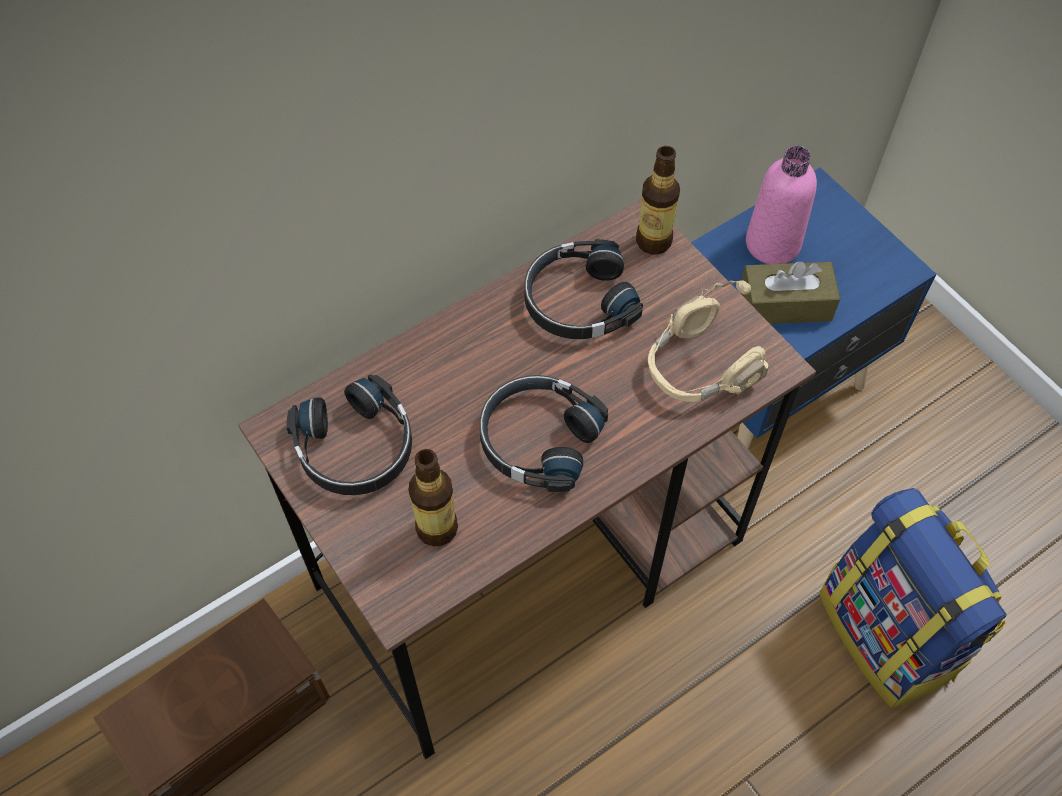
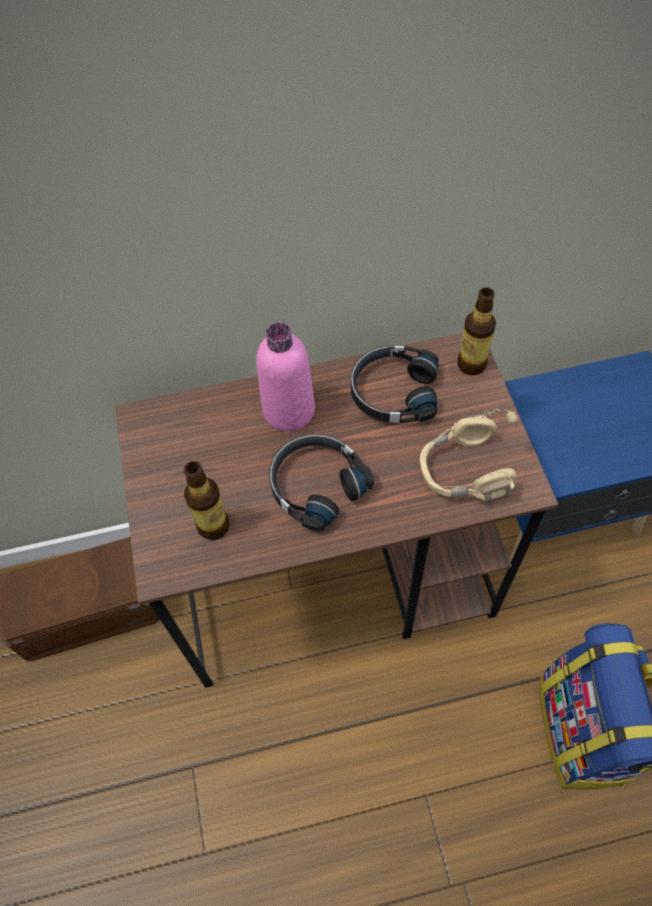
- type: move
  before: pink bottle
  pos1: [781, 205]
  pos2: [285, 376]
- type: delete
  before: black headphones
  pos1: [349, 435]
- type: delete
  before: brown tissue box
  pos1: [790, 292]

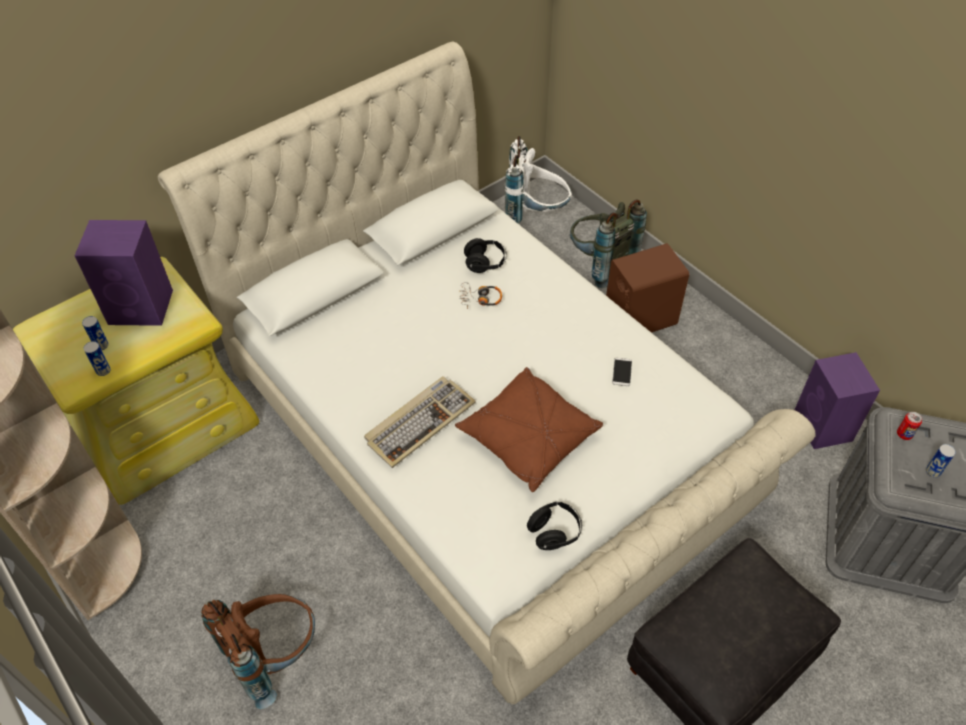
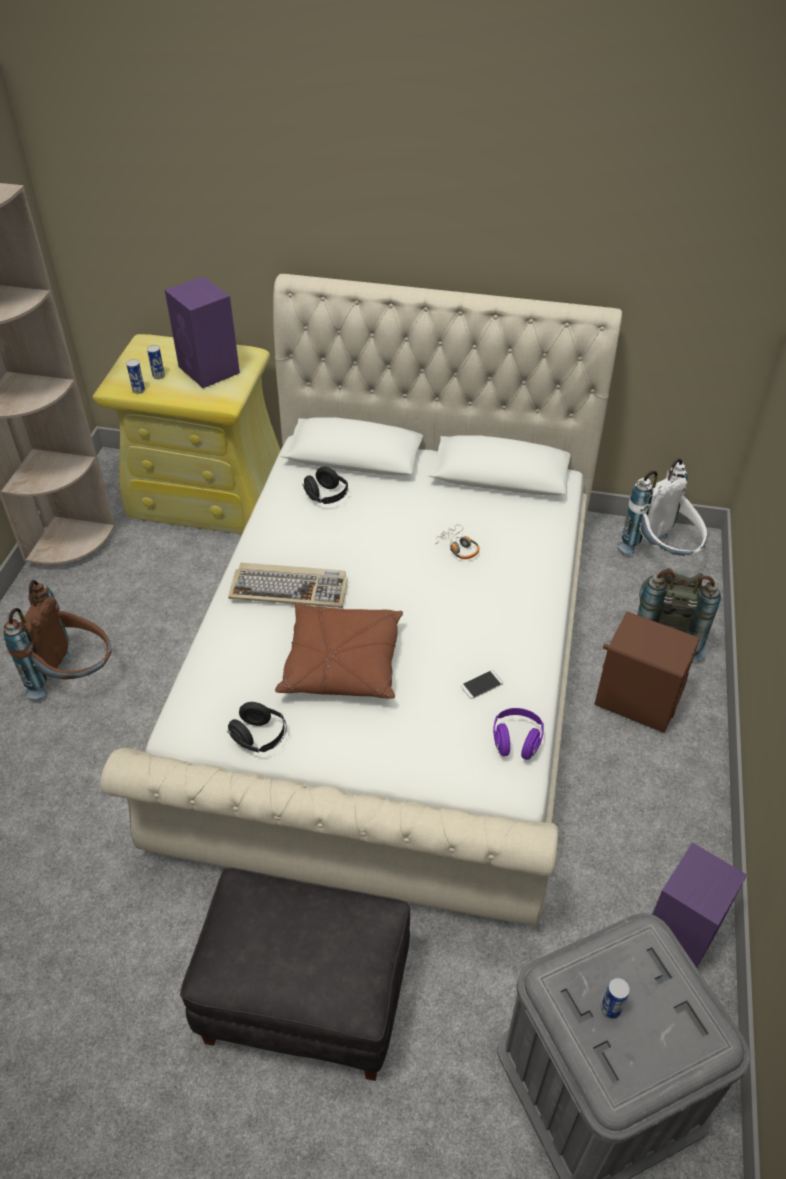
- type: move
  before: black headphones
  pos1: [485, 255]
  pos2: [325, 485]
- type: insert
  after: purple headphones
  pos2: [518, 734]
- type: delete
  before: can
  pos1: [909, 426]

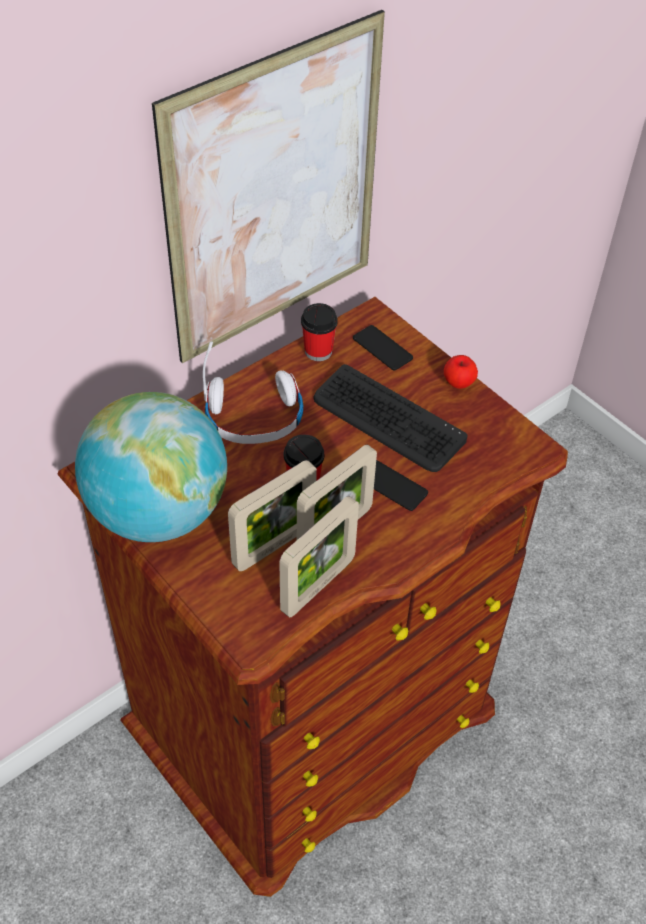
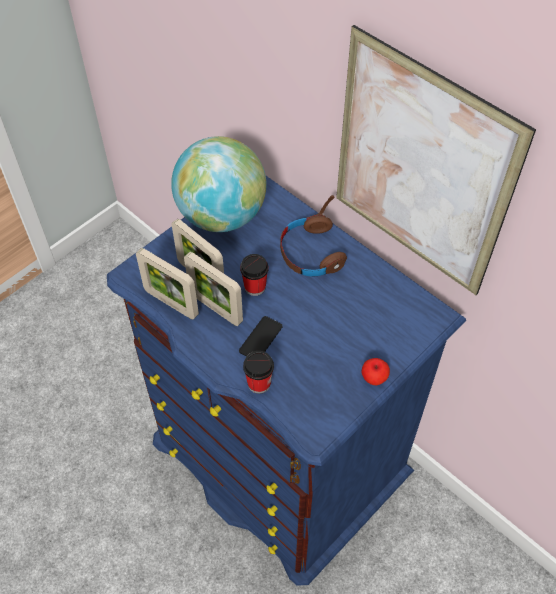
- type: recolor
  before: brown dresser
  after: blue dresser
  pos1: [312, 597]
  pos2: [286, 381]
- type: move
  before: cup
  pos1: [319, 332]
  pos2: [258, 372]
- type: recolor
  before: white headphones
  after: brown headphones
  pos1: [253, 392]
  pos2: [313, 236]
- type: delete
  before: keyboard
  pos1: [390, 418]
- type: delete
  before: phone
  pos1: [383, 348]

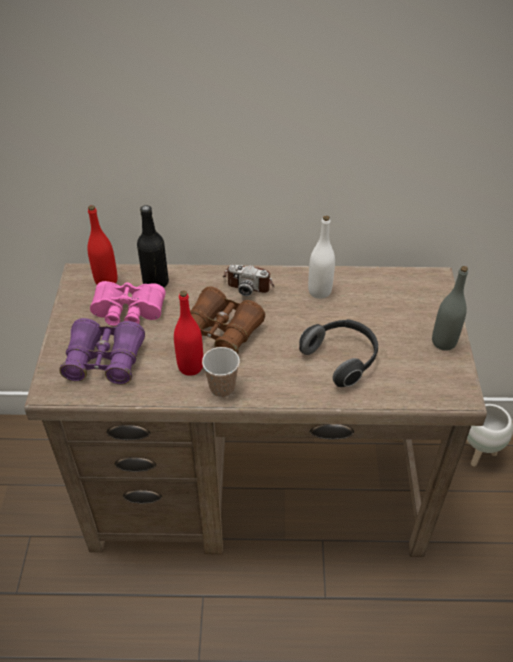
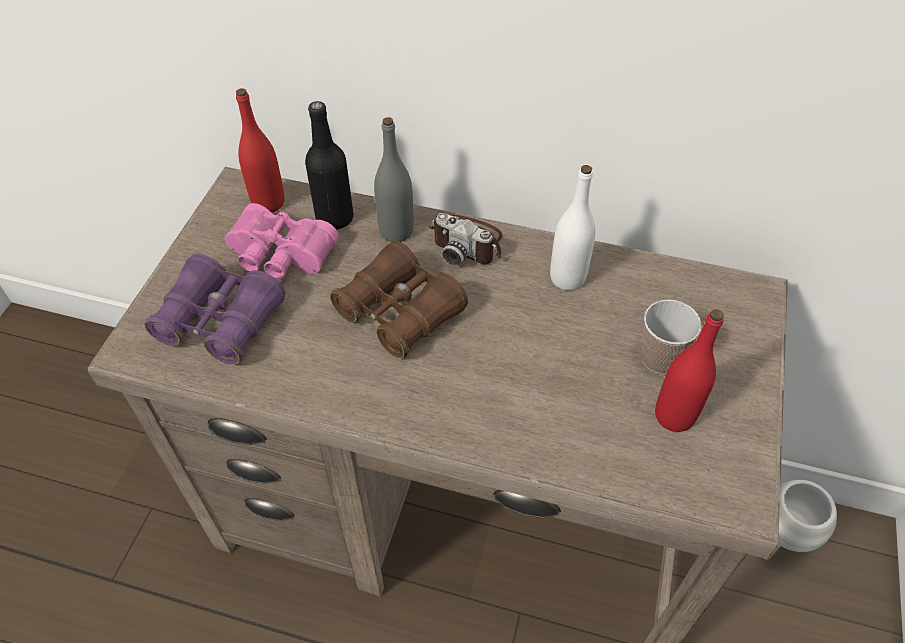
- type: move
  before: grey bottle
  pos1: [450, 308]
  pos2: [394, 179]
- type: move
  before: cup
  pos1: [221, 372]
  pos2: [671, 336]
- type: move
  before: red bottle
  pos1: [188, 333]
  pos2: [689, 370]
- type: delete
  before: headphones
  pos1: [338, 353]

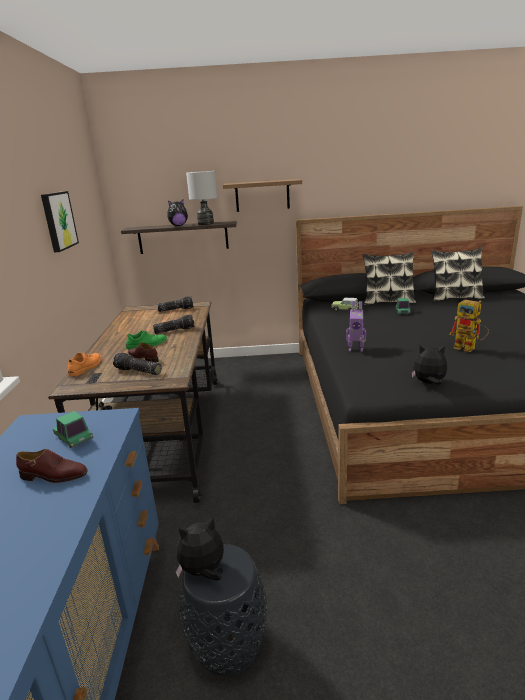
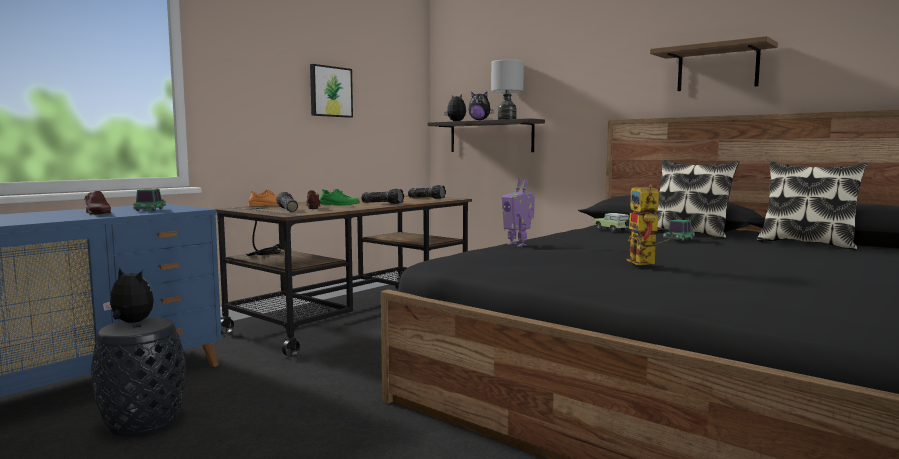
- type: move
  before: plush toy
  pos1: [429, 365]
  pos2: [455, 107]
- type: move
  before: shelf
  pos1: [262, 195]
  pos2: [714, 63]

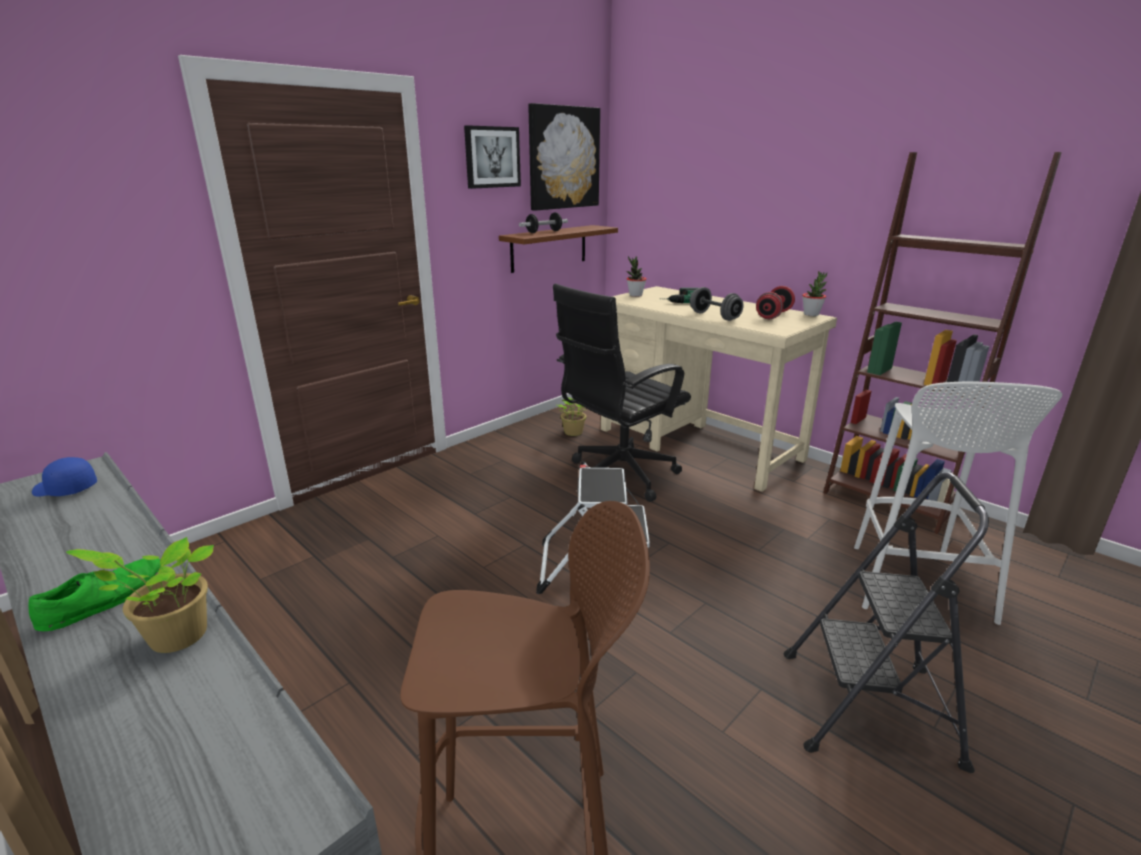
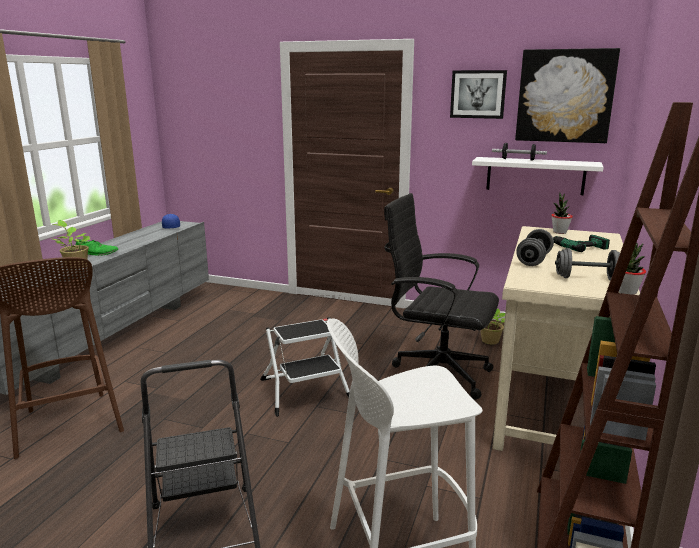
- type: recolor
  before: brown shelf
  after: white shelf
  pos1: [558, 249]
  pos2: [537, 176]
- type: recolor
  before: red dumbbell
  after: grey dumbbell
  pos1: [775, 302]
  pos2: [587, 264]

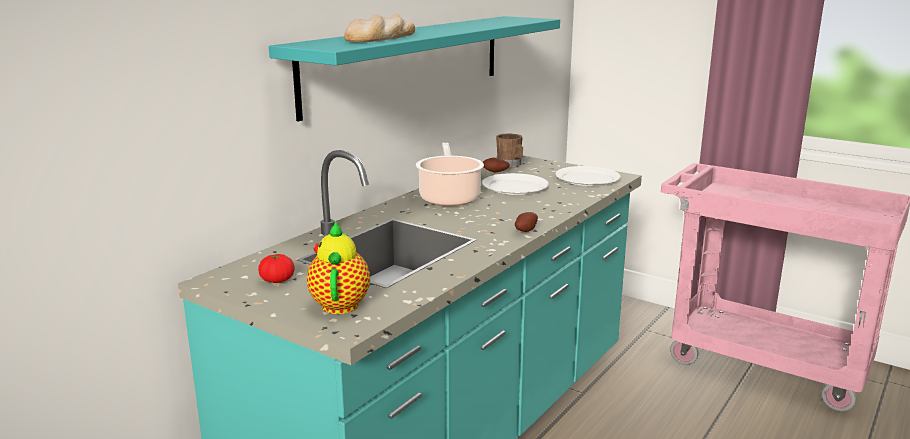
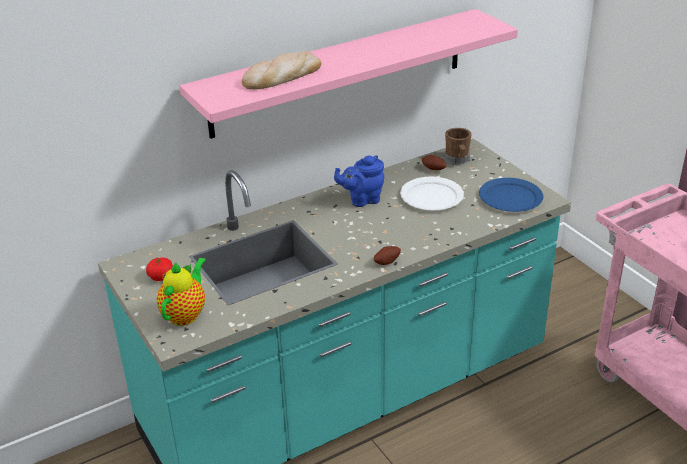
- type: recolor
  before: turquoise shelf
  after: pink shelf
  pos1: [414, 68]
  pos2: [348, 74]
- type: replace
  before: cooking pot
  after: blue teapot
  pos1: [450, 174]
  pos2: [359, 181]
- type: recolor
  before: white plate
  after: blue plate
  pos1: [588, 176]
  pos2: [511, 195]

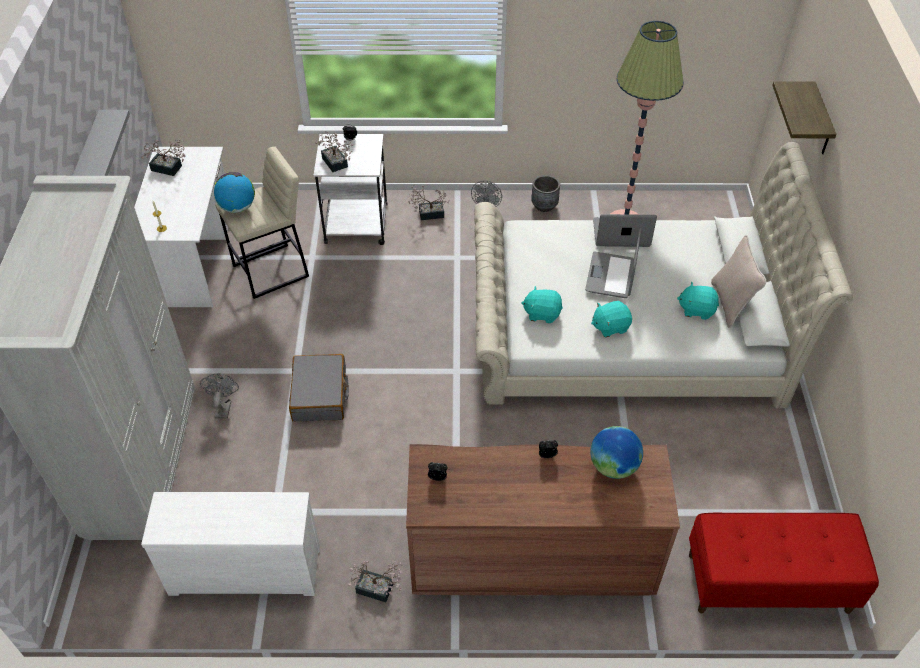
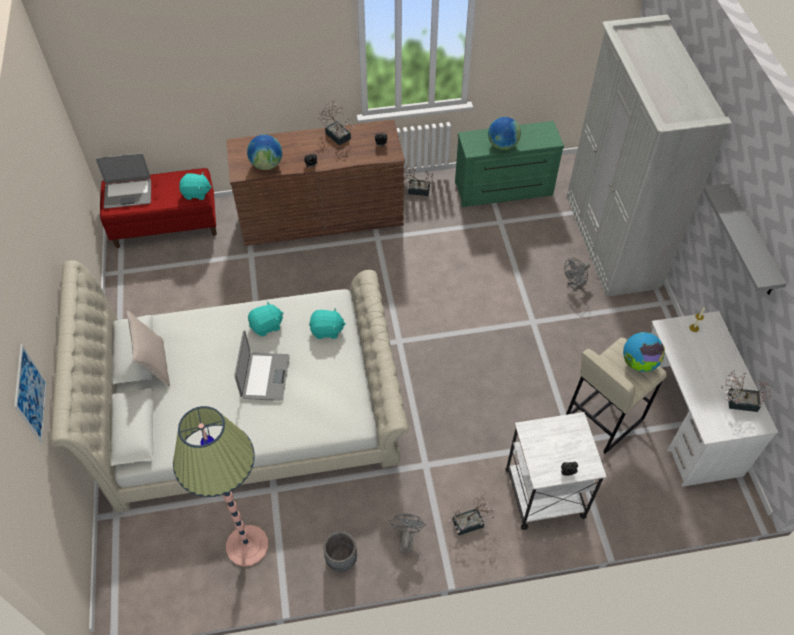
- type: replace
  before: shelf
  after: picture
  pos1: [804, 117]
  pos2: [30, 393]
- type: move
  before: laptop
  pos1: [625, 230]
  pos2: [123, 181]
- type: move
  before: turquoise plush toy
  pos1: [698, 301]
  pos2: [195, 186]
- type: move
  before: potted plant
  pos1: [334, 151]
  pos2: [336, 123]
- type: recolor
  before: white dresser
  after: green dresser
  pos1: [230, 544]
  pos2: [509, 164]
- type: insert
  after: globe
  pos2: [504, 133]
- type: rotate
  before: grey fan
  pos1: [219, 396]
  pos2: [577, 274]
  turn: 60
- type: delete
  before: grey suitcase
  pos1: [319, 388]

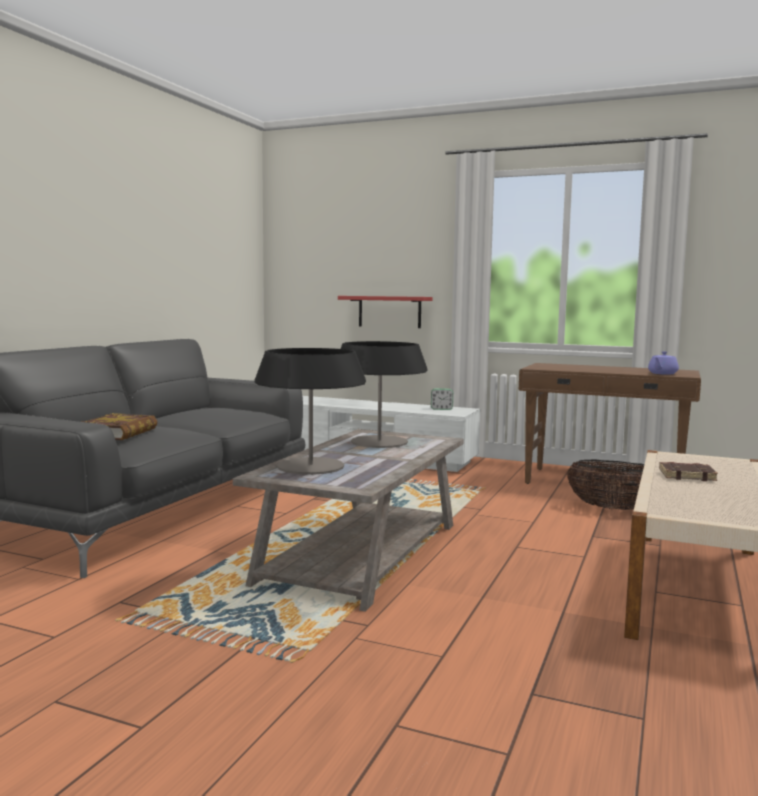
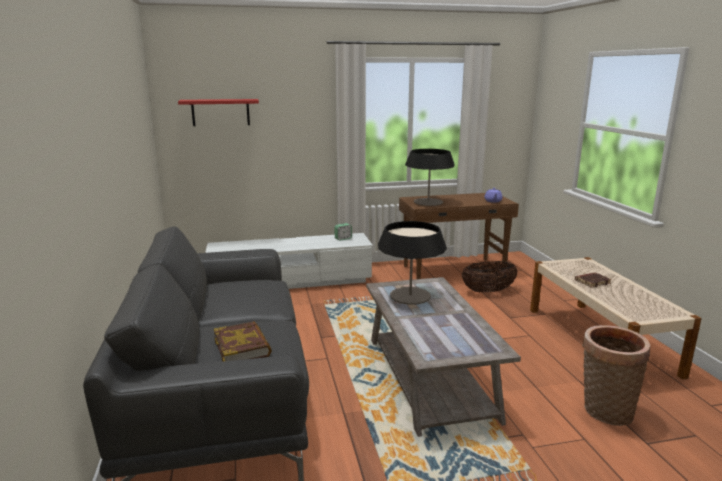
- type: move
  before: red shelf
  pos1: [385, 312]
  pos2: [218, 112]
- type: move
  before: table lamp
  pos1: [310, 411]
  pos2: [430, 177]
- type: insert
  after: basket
  pos2: [616, 375]

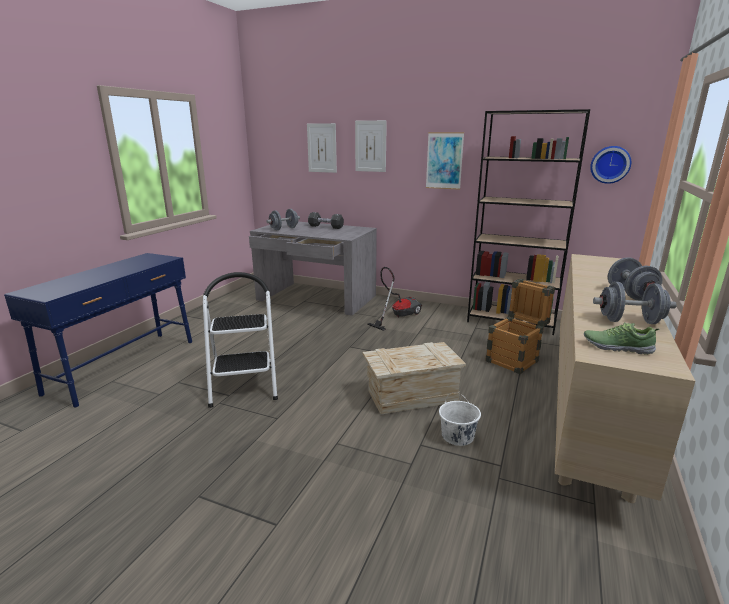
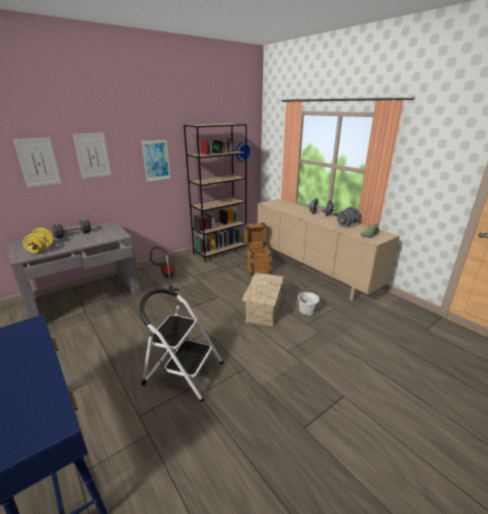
- type: recolor
  before: grey dumbbell
  after: yellow dumbbell
  pos1: [283, 219]
  pos2: [38, 240]

